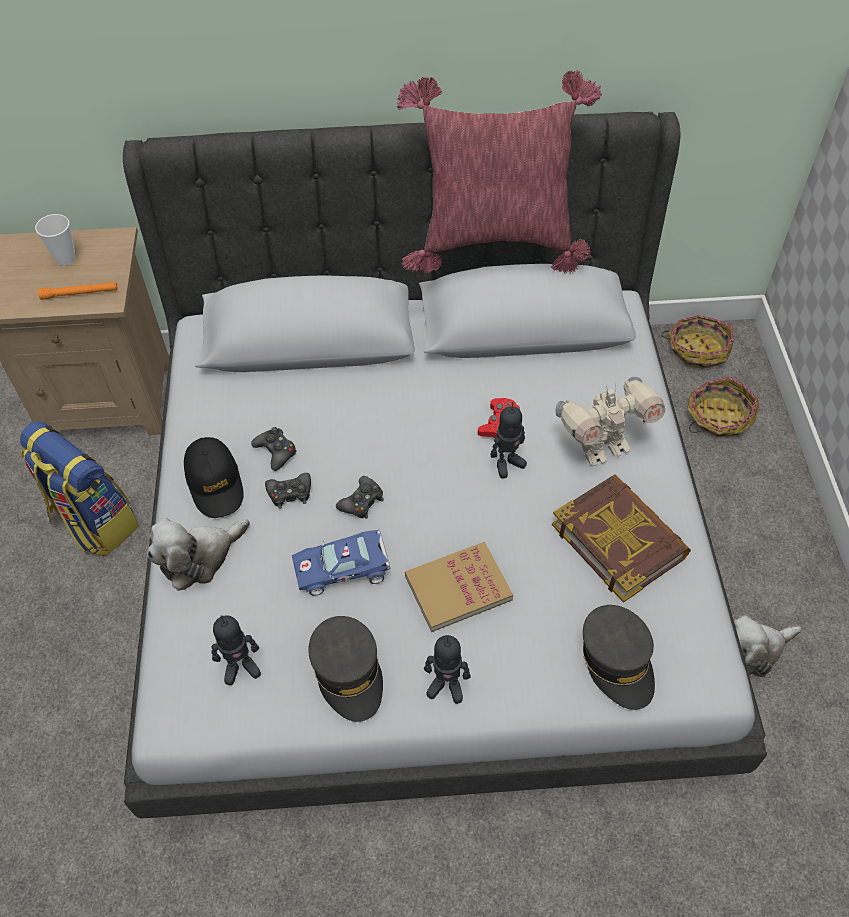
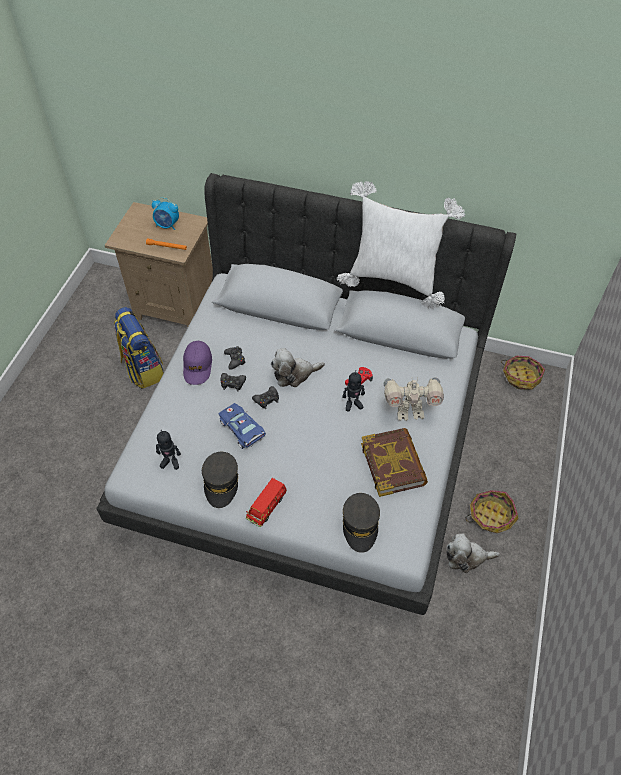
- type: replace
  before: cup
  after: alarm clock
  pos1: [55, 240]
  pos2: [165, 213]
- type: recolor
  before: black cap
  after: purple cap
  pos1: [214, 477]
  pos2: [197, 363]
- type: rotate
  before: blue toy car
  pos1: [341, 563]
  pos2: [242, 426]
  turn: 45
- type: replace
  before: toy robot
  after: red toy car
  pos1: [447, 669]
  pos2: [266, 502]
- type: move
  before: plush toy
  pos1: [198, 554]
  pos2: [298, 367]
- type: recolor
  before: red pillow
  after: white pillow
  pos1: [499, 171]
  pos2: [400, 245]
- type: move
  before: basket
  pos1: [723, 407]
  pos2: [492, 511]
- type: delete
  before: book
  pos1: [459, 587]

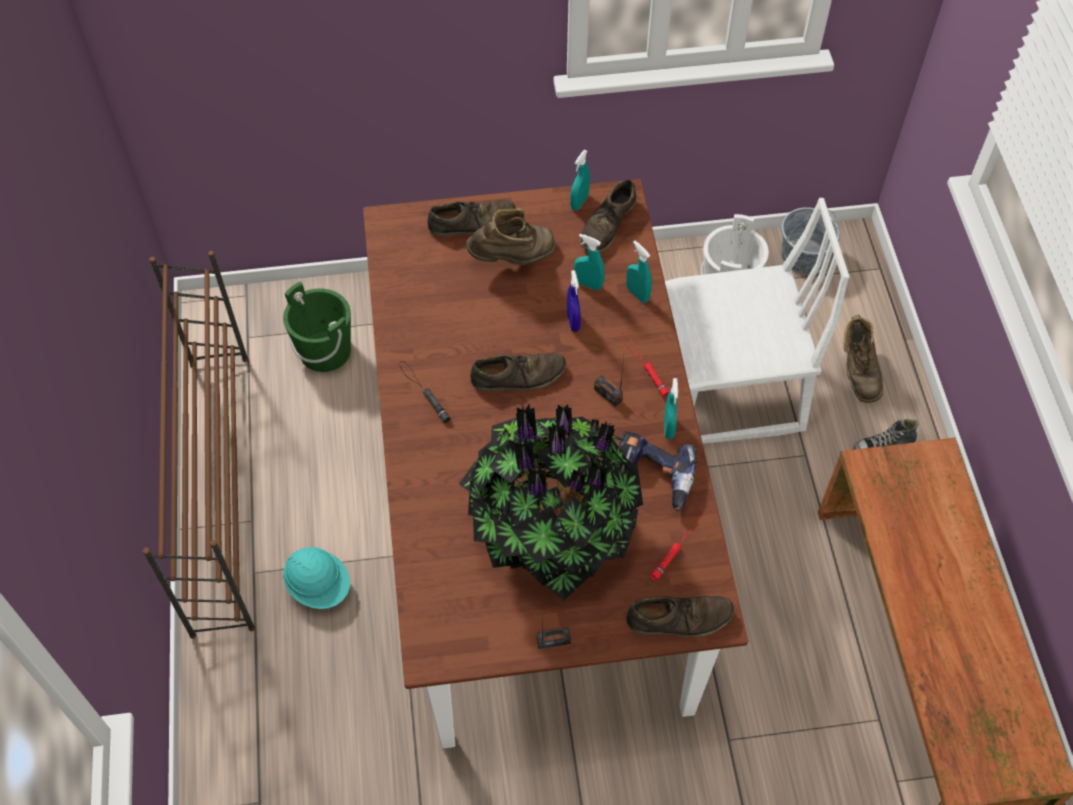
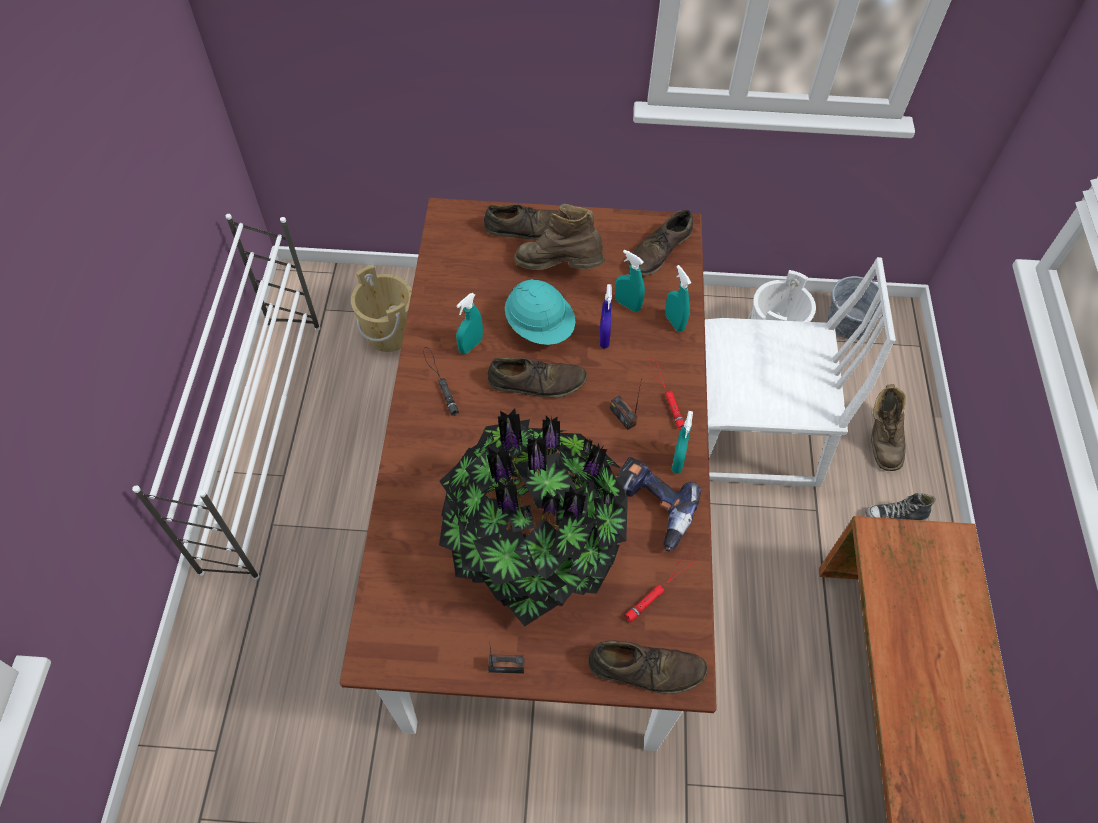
- type: recolor
  before: brown shoe rack
  after: white shoe rack
  pos1: [199, 445]
  pos2: [226, 397]
- type: recolor
  before: green bucket
  after: beige bucket
  pos1: [317, 326]
  pos2: [381, 308]
- type: move
  before: turquoise spray bottle
  pos1: [580, 180]
  pos2: [469, 323]
- type: move
  before: turquoise hard hat
  pos1: [316, 578]
  pos2: [540, 312]
- type: rotate
  before: brown boot
  pos1: [511, 237]
  pos2: [559, 237]
  turn: -150

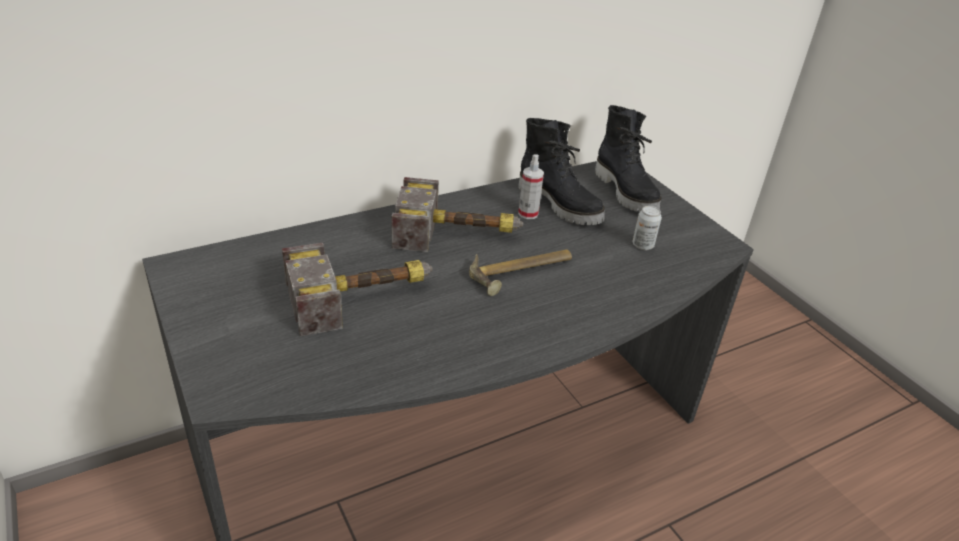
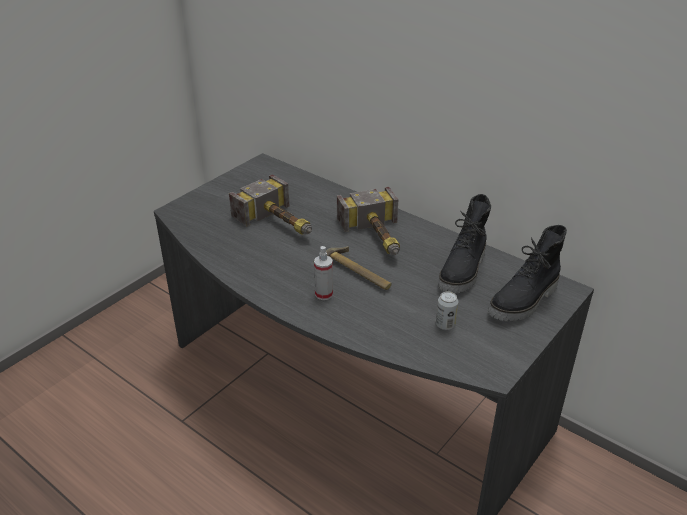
- type: move
  before: spray bottle
  pos1: [531, 186]
  pos2: [323, 273]

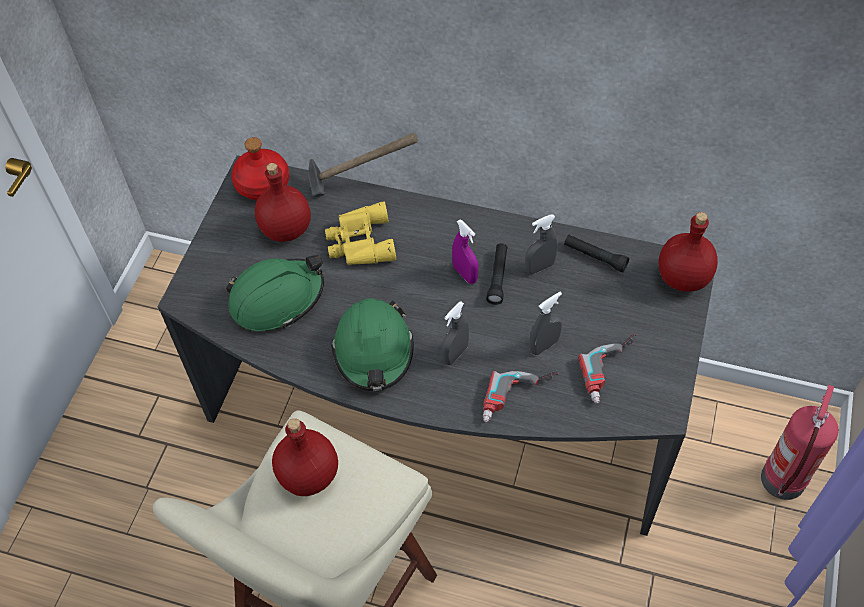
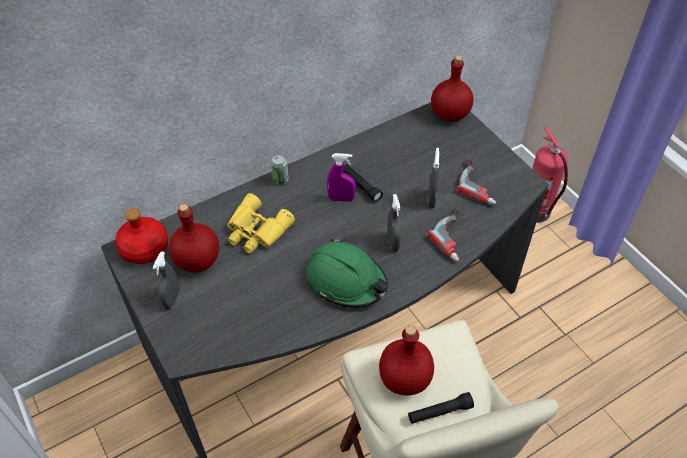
- type: move
  before: grey spray bottle
  pos1: [541, 244]
  pos2: [166, 280]
- type: insert
  after: can
  pos2: [280, 170]
- type: move
  before: black flashlight
  pos1: [596, 254]
  pos2: [441, 408]
- type: delete
  before: green hard hat
  pos1: [275, 293]
- type: delete
  before: hammer
  pos1: [363, 165]

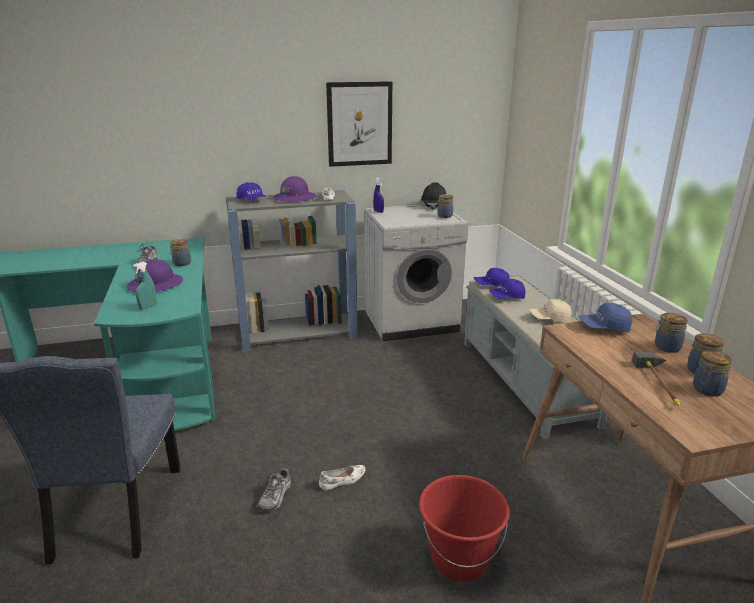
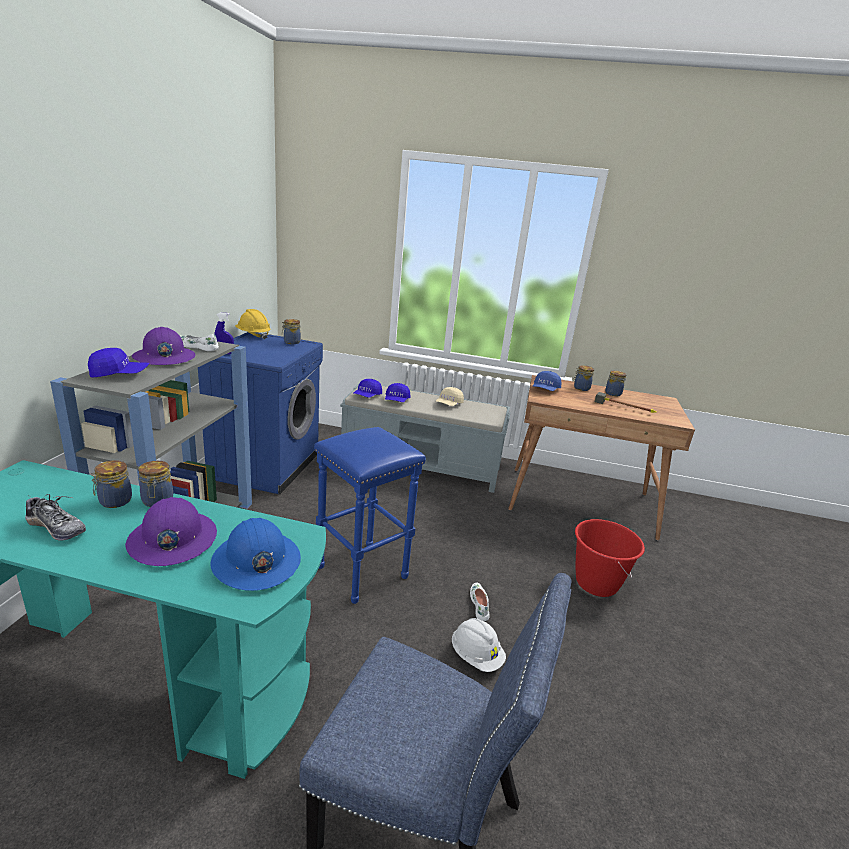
- type: move
  before: jar
  pos1: [712, 373]
  pos2: [155, 484]
- type: recolor
  before: white washing machine
  after: blue washing machine
  pos1: [416, 272]
  pos2: [260, 413]
- type: replace
  before: turquoise spray bottle
  after: blue hard hat
  pos1: [145, 286]
  pos2: [255, 554]
- type: recolor
  before: black hard hat
  after: yellow hard hat
  pos1: [433, 196]
  pos2: [252, 324]
- type: insert
  after: blue stool
  pos2: [370, 515]
- type: replace
  before: shoe
  after: white hard hat
  pos1: [274, 489]
  pos2: [479, 645]
- type: delete
  before: picture
  pos1: [359, 124]

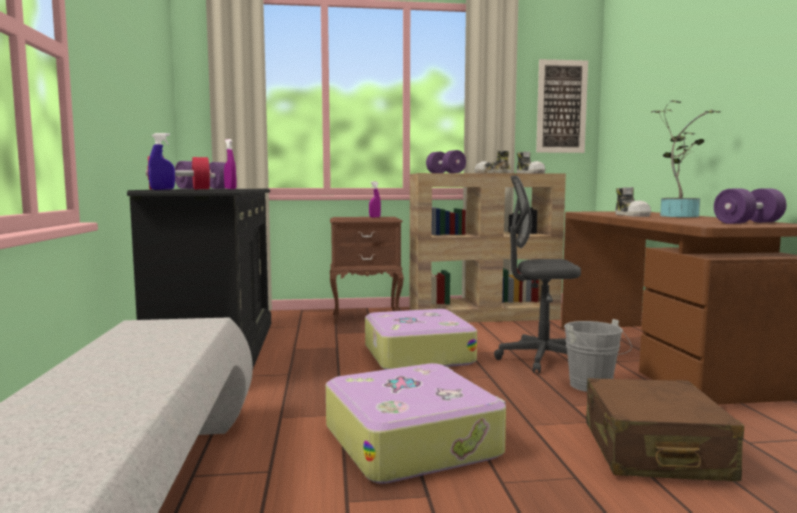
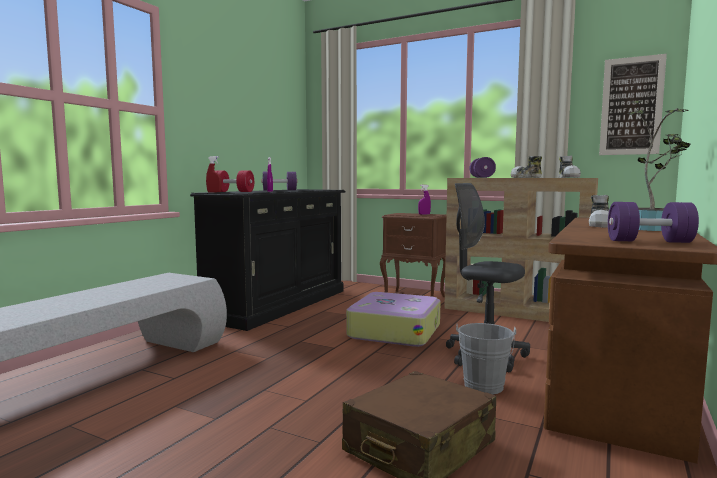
- type: recolor
  before: blue spray bottle
  after: red spray bottle
  pos1: [161, 161]
  pos2: [214, 174]
- type: delete
  before: suitcase
  pos1: [416, 423]

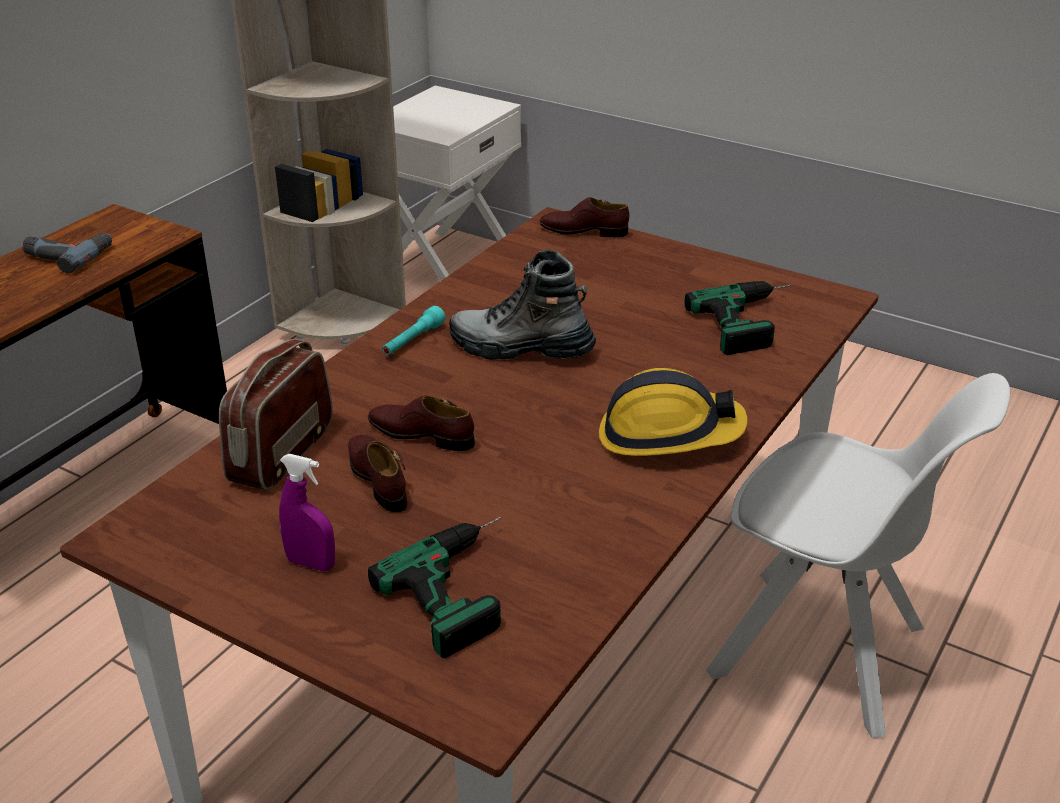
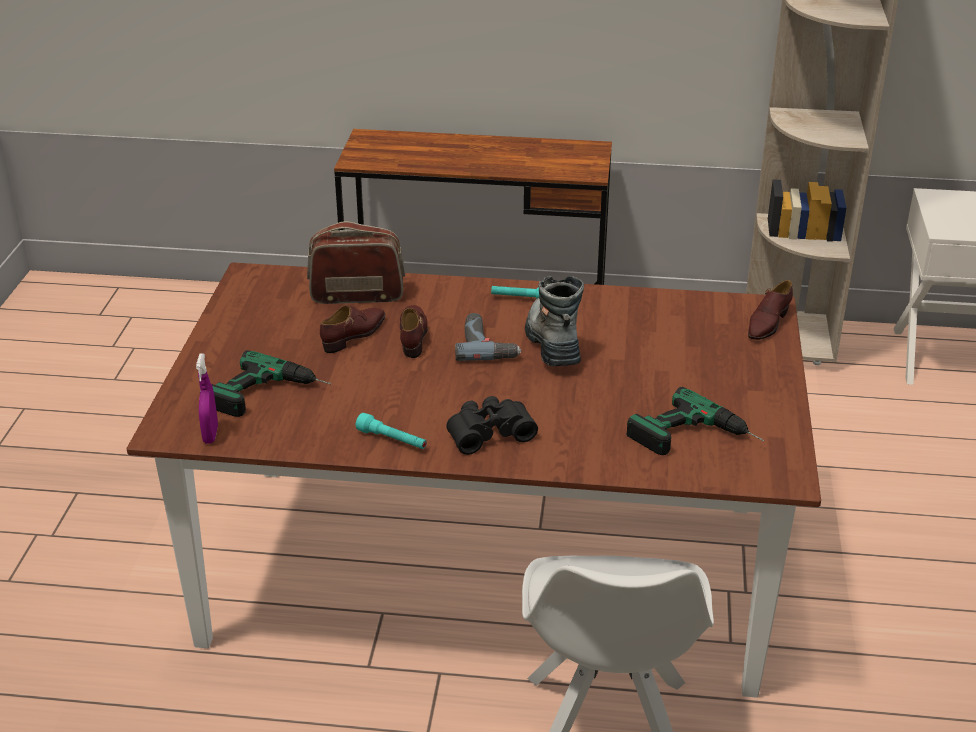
- type: move
  before: purple spray bottle
  pos1: [307, 512]
  pos2: [207, 398]
- type: insert
  after: turquoise flashlight
  pos2: [391, 431]
- type: replace
  before: hard hat
  after: black binoculars
  pos1: [673, 412]
  pos2: [492, 425]
- type: move
  before: power drill
  pos1: [67, 253]
  pos2: [488, 337]
- type: rotate
  before: brown shoe
  pos1: [584, 217]
  pos2: [770, 310]
  turn: -135

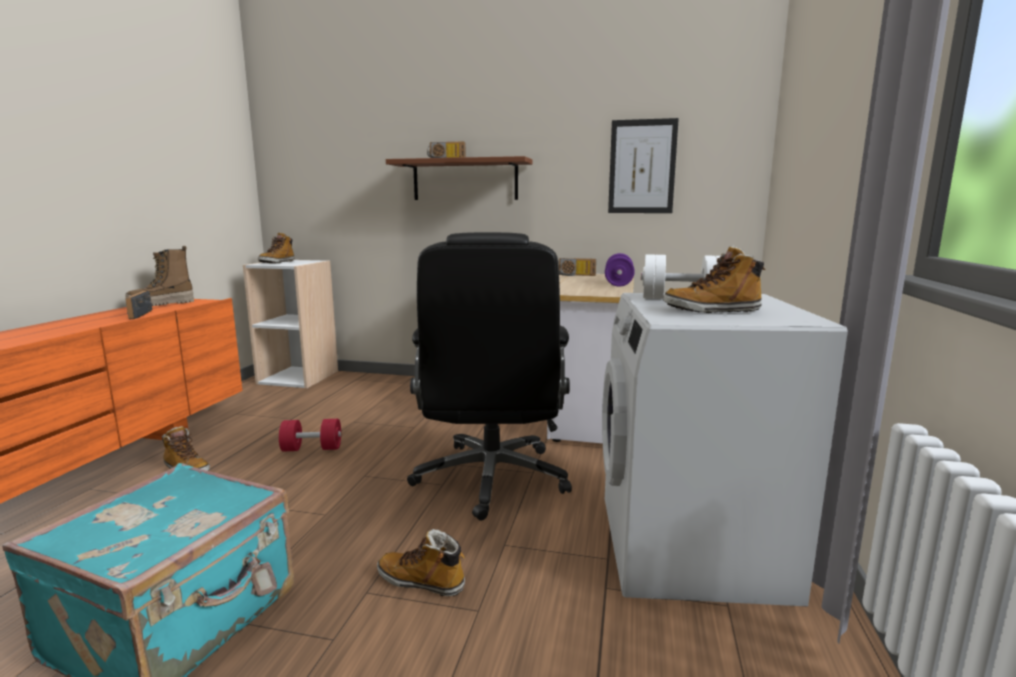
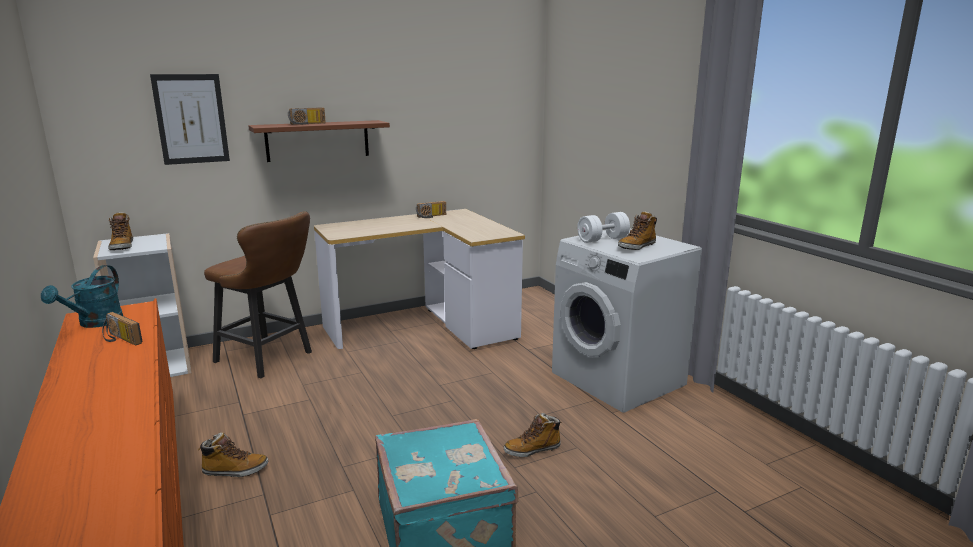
- type: replace
  before: boot
  after: turquoise watering can
  pos1: [159, 276]
  pos2: [82, 296]
- type: move
  before: picture
  pos1: [643, 165]
  pos2: [190, 119]
- type: insert
  after: brown stool
  pos2: [258, 294]
- type: delete
  before: red dumbbell
  pos1: [310, 435]
- type: delete
  before: black office chair
  pos1: [489, 376]
- type: delete
  before: purple dumbbell
  pos1: [620, 270]

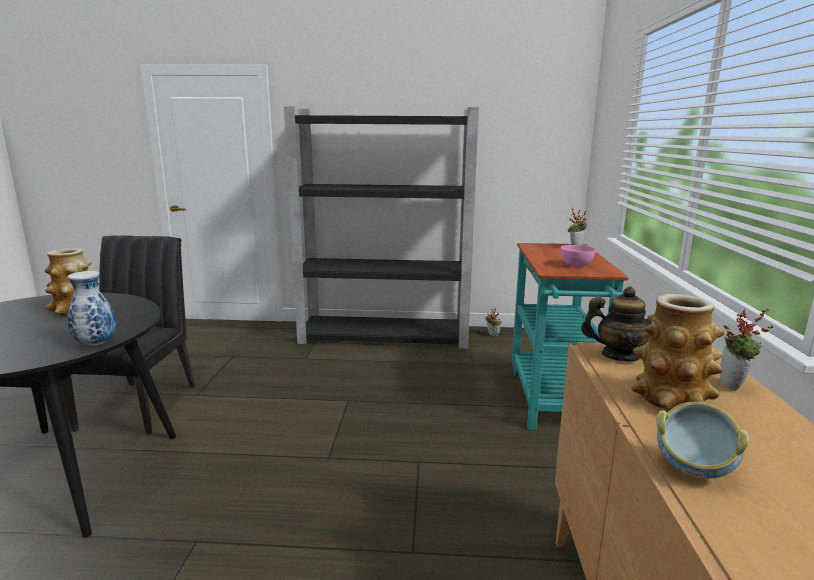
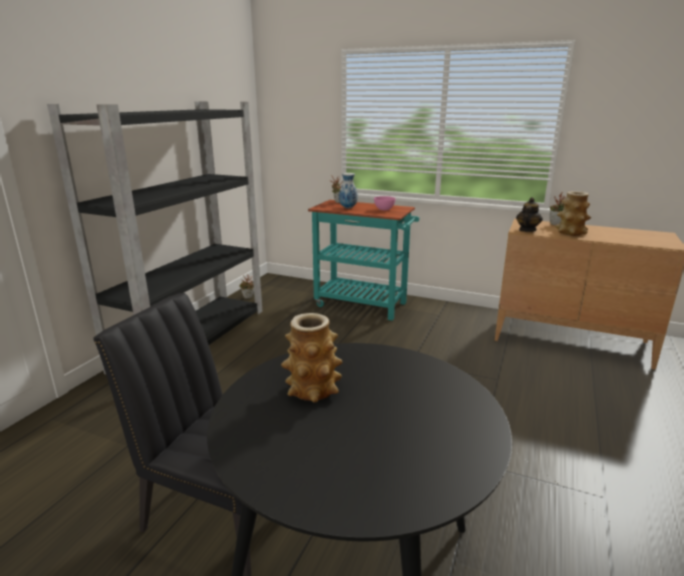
- type: move
  before: vase
  pos1: [91, 308]
  pos2: [348, 190]
- type: delete
  before: bowl
  pos1: [702, 440]

